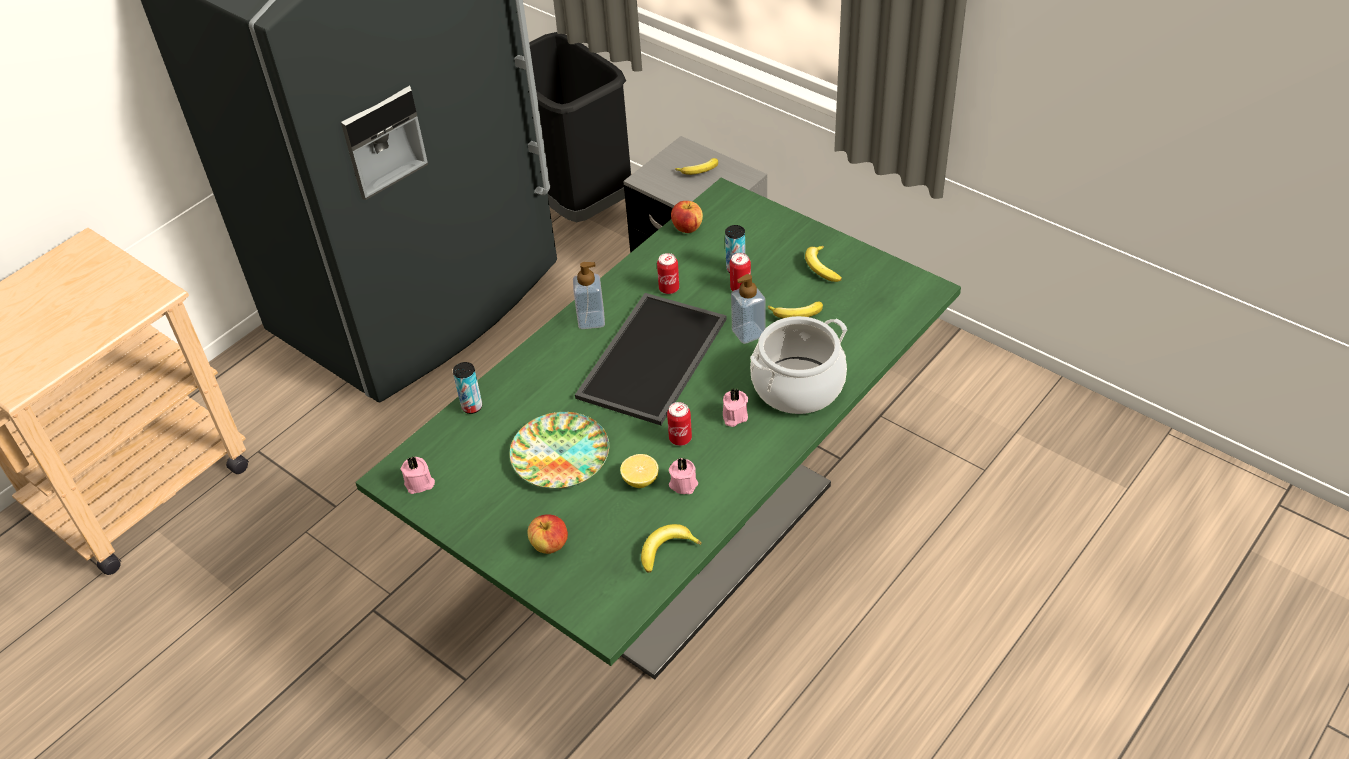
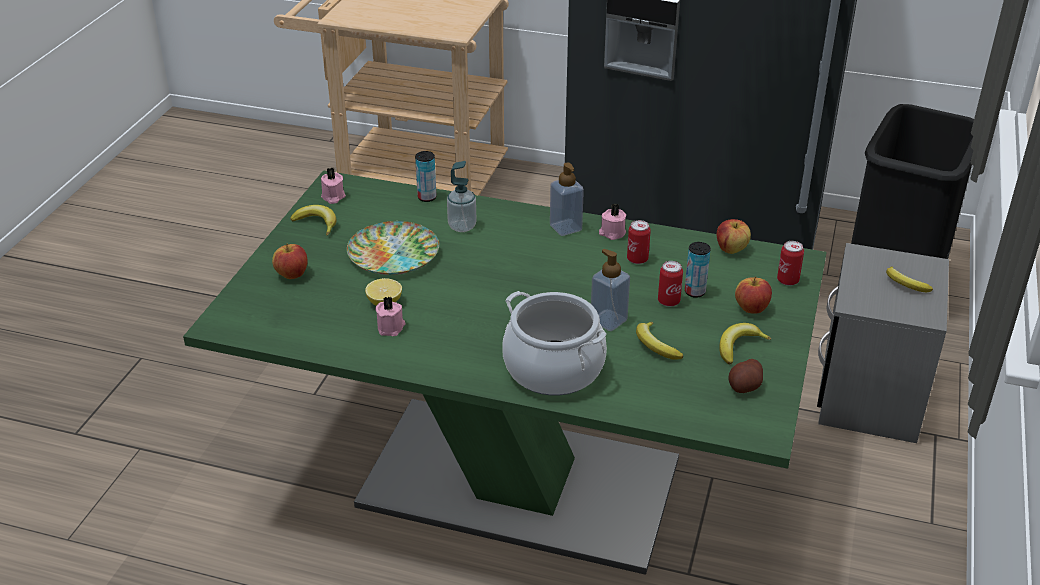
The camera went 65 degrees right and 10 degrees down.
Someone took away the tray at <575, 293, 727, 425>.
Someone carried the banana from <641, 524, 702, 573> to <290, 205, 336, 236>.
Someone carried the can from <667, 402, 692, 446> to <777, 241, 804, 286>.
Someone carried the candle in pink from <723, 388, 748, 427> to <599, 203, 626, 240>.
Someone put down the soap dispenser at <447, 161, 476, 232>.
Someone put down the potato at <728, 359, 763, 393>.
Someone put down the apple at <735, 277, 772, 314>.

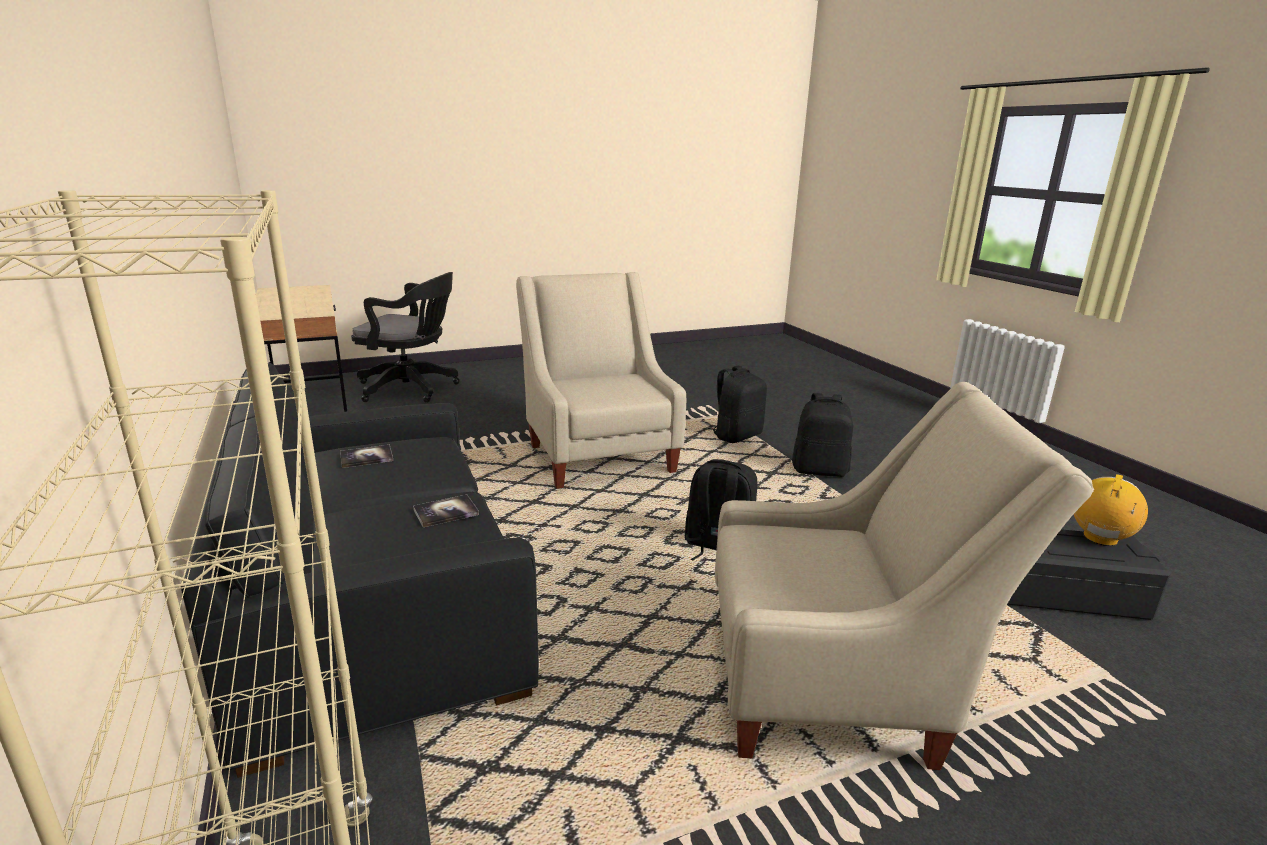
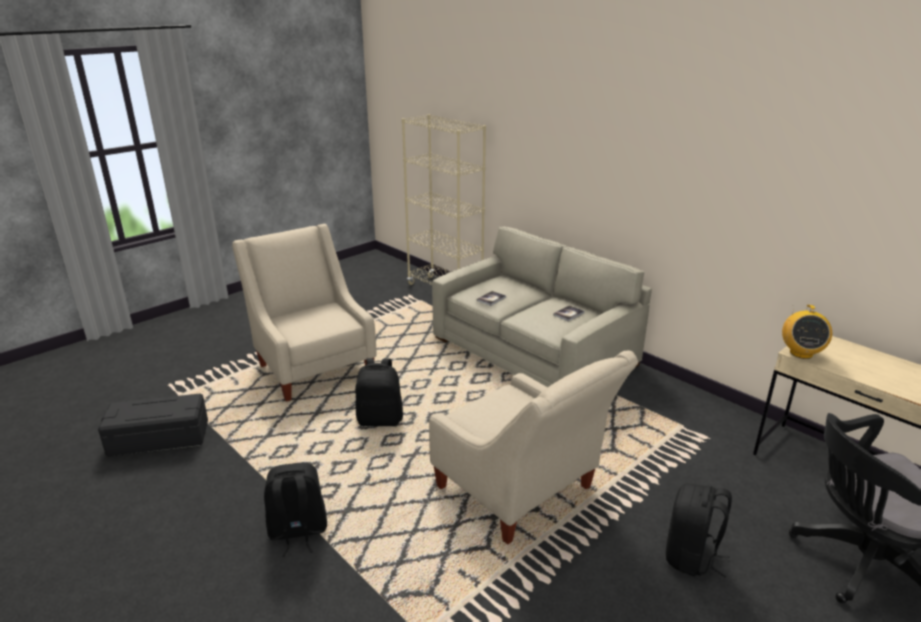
The camera went 160 degrees right and 5 degrees up.
Someone repainted the sofa in black at <181, 362, 539, 778>, which became the sofa in beige at <432, 227, 652, 387>.
Someone carried the backpack in black from <708, 366, 767, 443> to <666, 484, 732, 577>.
Someone rotated the armchair in beige at <715, 382, 1094, 770> by 75 degrees clockwise.
Someone carried the radio from <1074, 474, 1148, 546> to <782, 305, 832, 359>.

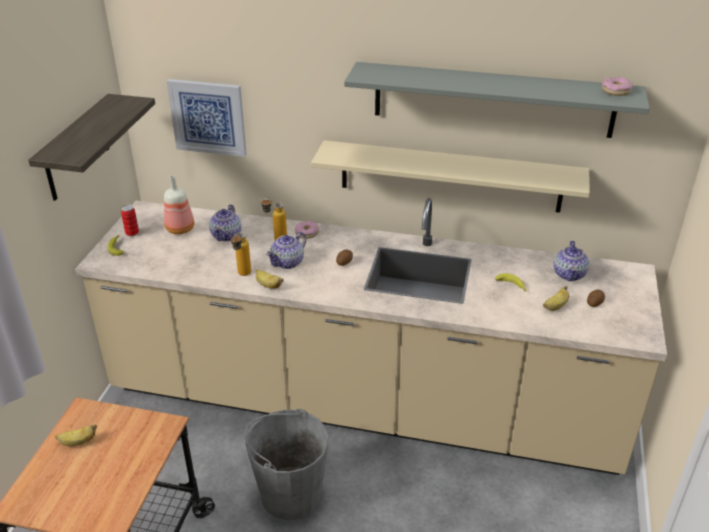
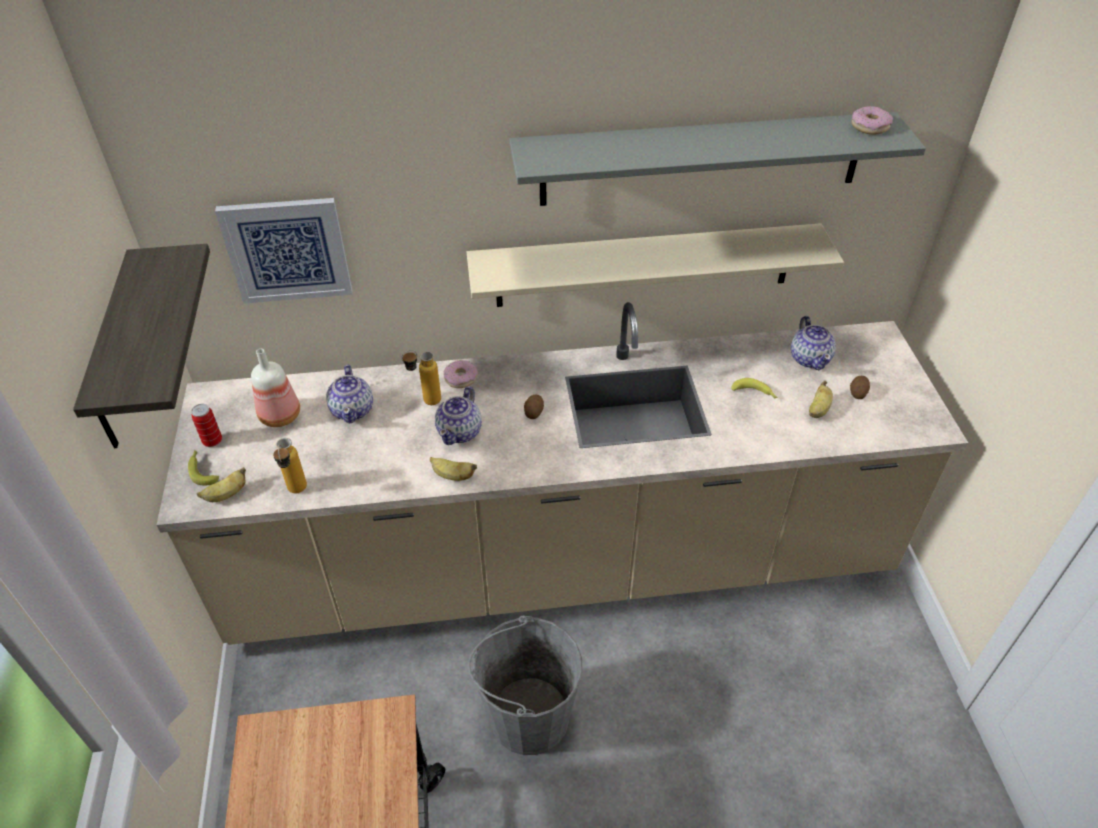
The camera went 20 degrees left and 10 degrees up.
Someone carried the banana from <55, 424, 97, 446> to <197, 467, 246, 502>.
Someone carried the bottle from <231, 232, 251, 276> to <273, 438, 307, 493>.

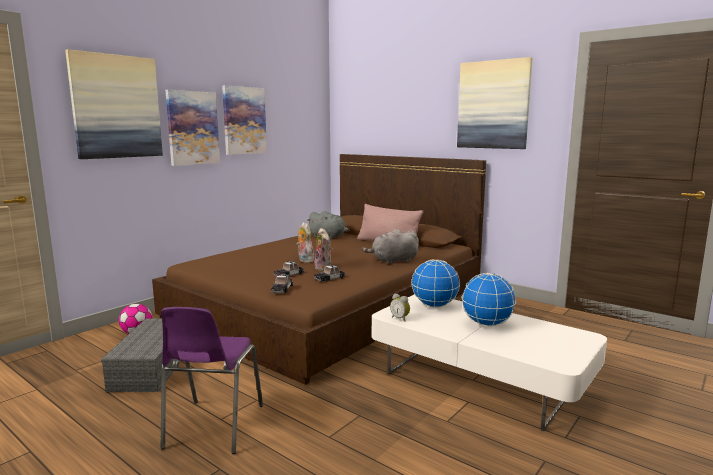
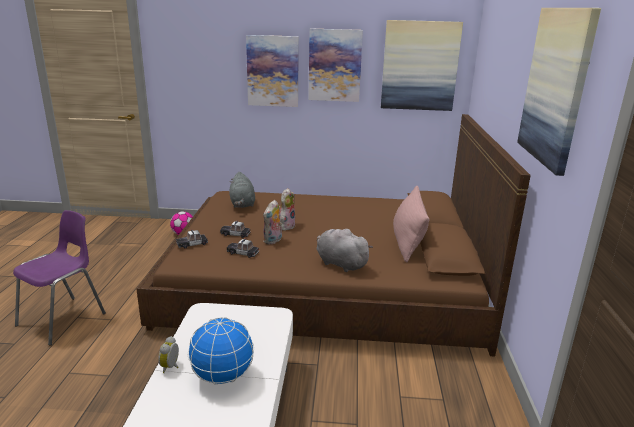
The camera went 55 degrees right and 10 degrees up.
Someone carried the picture from <65, 49, 163, 159> to <381, 20, 463, 111>.
Someone took away the storage box in grey at <101, 318, 181, 392>.
Someone rotated the chair in purple at <161, 307, 263, 454> by 150 degrees clockwise.
Someone carried the plush toy in grey from <307, 211, 350, 239> to <229, 172, 255, 208>.
Someone carried the alarm clock from <390, 294, 410, 322> to <158, 336, 179, 373>.
Someone took away the globe at <411, 259, 460, 307>.

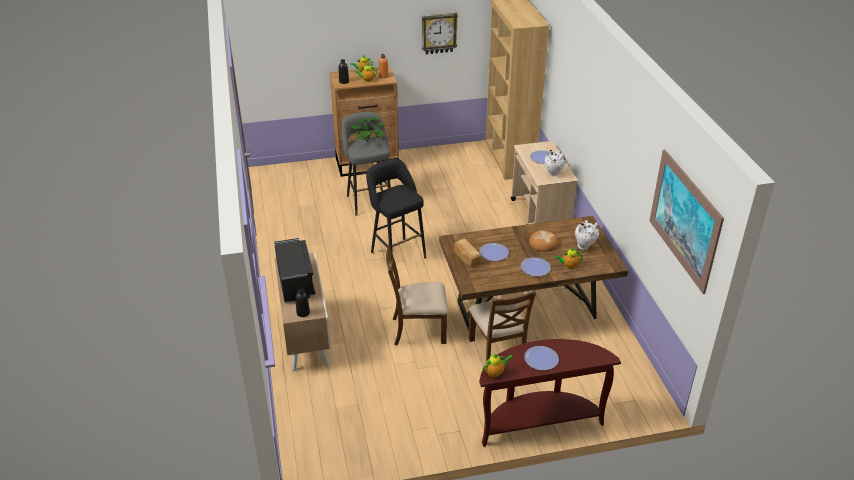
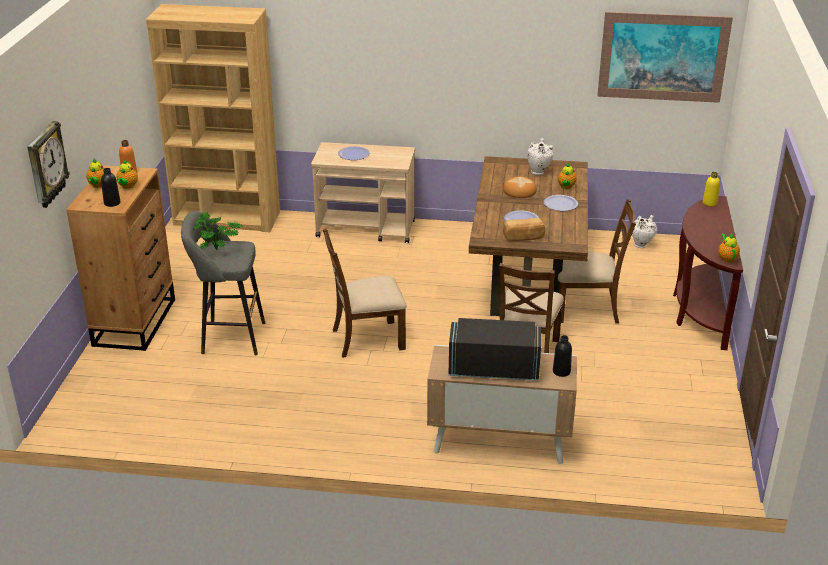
The camera went 70 degrees left and 5 degrees down.
Someone swapped the stool in black at <366, 159, 427, 264> for the chair in brown at <323, 228, 407, 358>.
Someone carried the wall clock from <422, 13, 458, 54> to <27, 121, 70, 208>.
Someone took away the plate at <524, 346, 559, 370>.
Someone carried the vase in white from <545, 150, 566, 176> to <632, 215, 657, 248>.
Someone put down the bottle in yellow at <703, 172, 720, 206>.

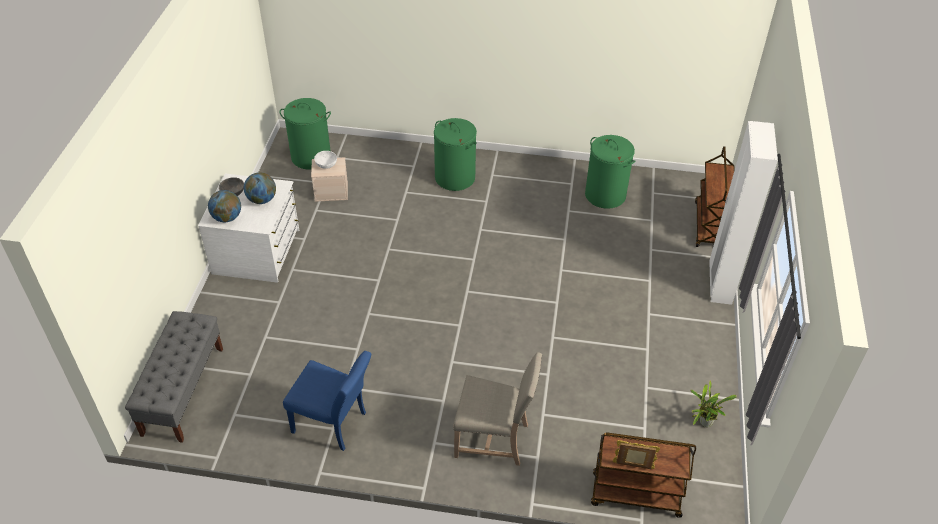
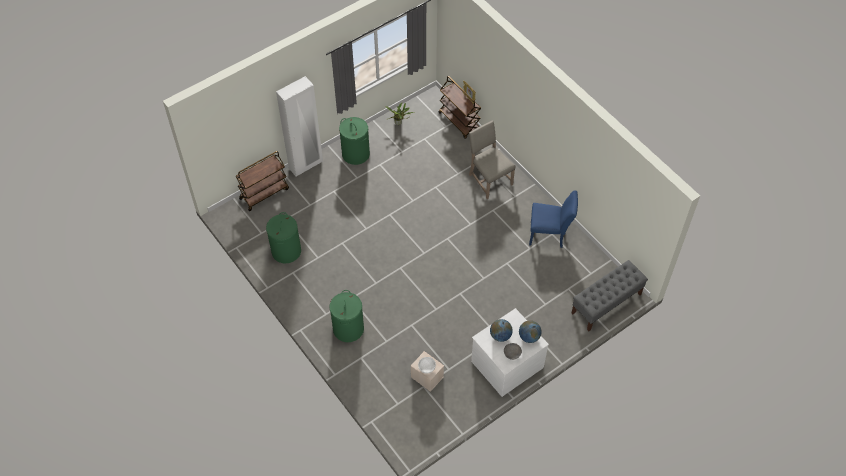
The camera went 135 degrees left and 10 degrees up.
Someone carried the laundry basket in green from <280, 98, 331, 170> to <339, 117, 370, 165>.
Someone rotated the chair in blue at <283, 351, 371, 451> by 120 degrees clockwise.

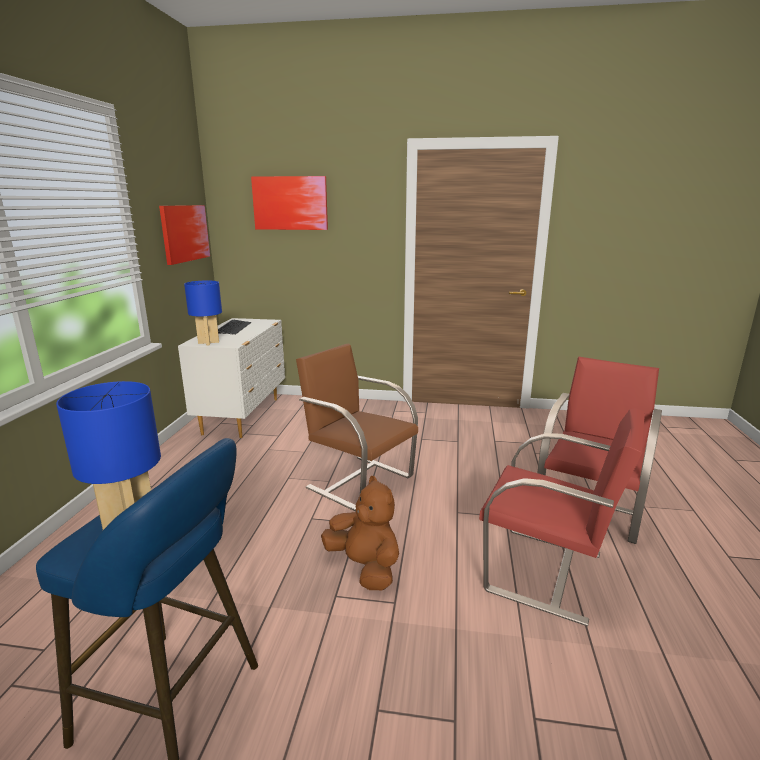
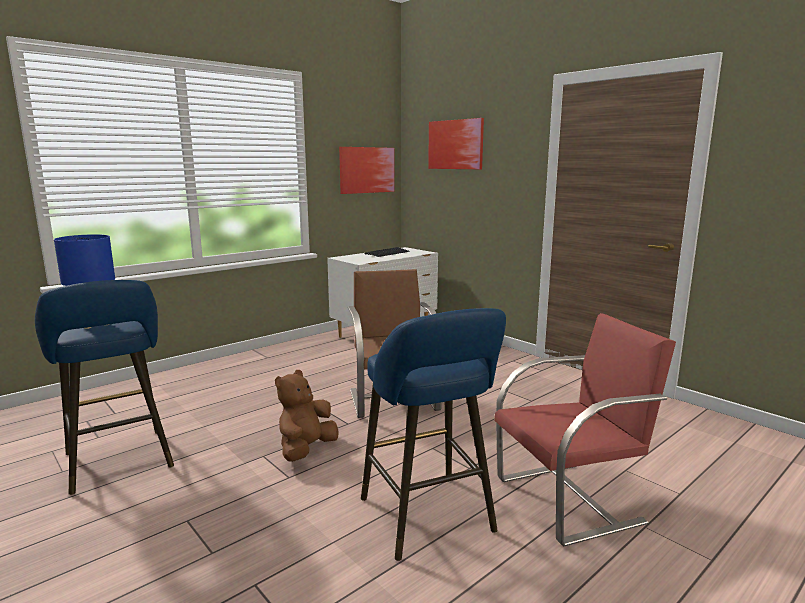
The camera went 40 degrees right and 5 degrees down.
Someone took away the table lamp in blue at <184, 281, 222, 345>.
Someone rotated the plush toy in brown at <321, 476, 399, 590> by 150 degrees counterclockwise.
Someone swapped the chair in red at <479, 408, 645, 626> for the stool in blue at <361, 308, 506, 561>.

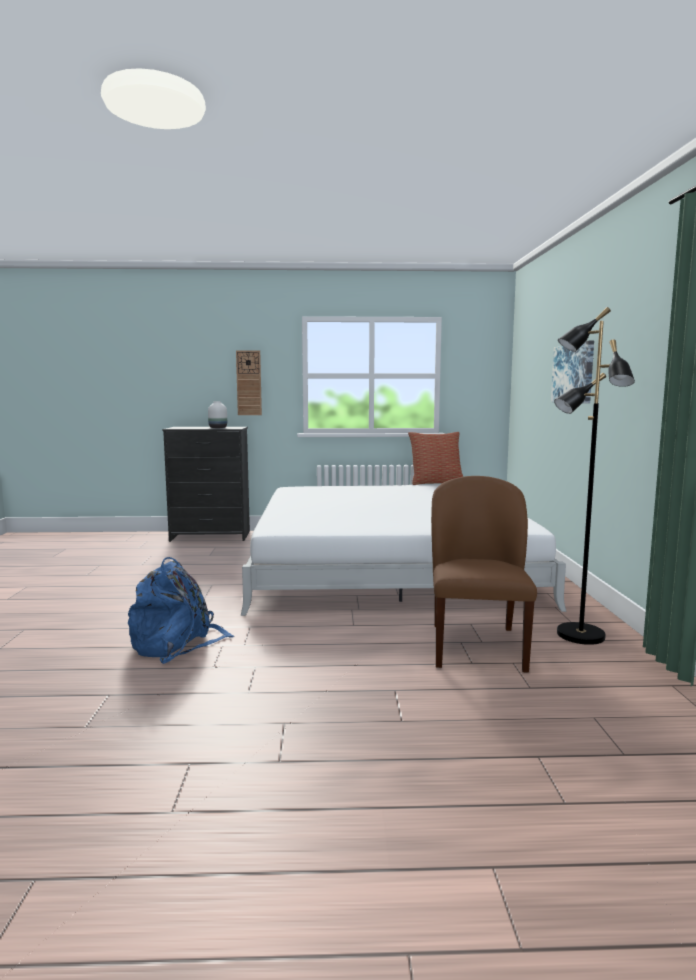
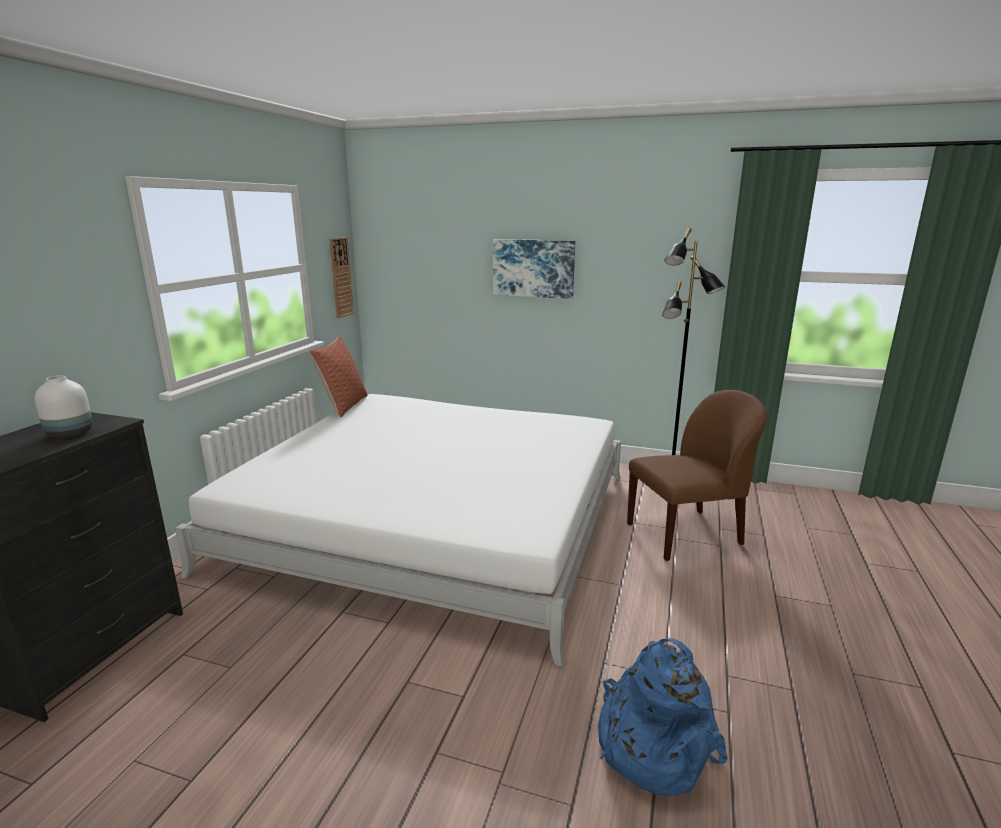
The camera went 70 degrees left and 10 degrees up.
Someone carried the wall clock from <236, 350, 262, 415> to <329, 237, 354, 318>.
Someone rotated the chair in brown at <431, 476, 537, 673> by 135 degrees clockwise.

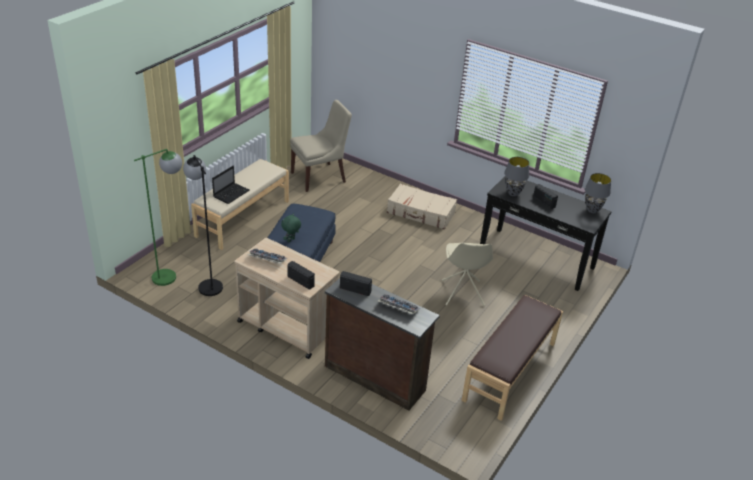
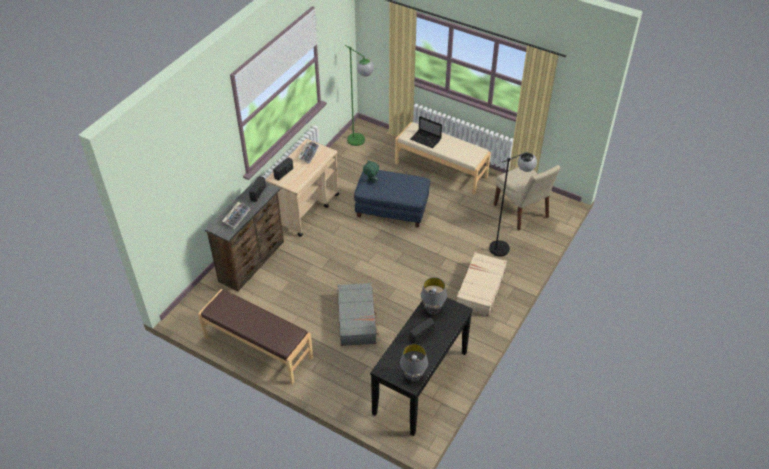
The camera went 90 degrees right and 10 degrees up.
Someone carried the floor lamp in black from <183, 155, 223, 296> to <489, 152, 537, 256>.
Someone swapped the chair in beige at <442, 243, 493, 306> for the suitcase in grey at <337, 283, 379, 346>.

